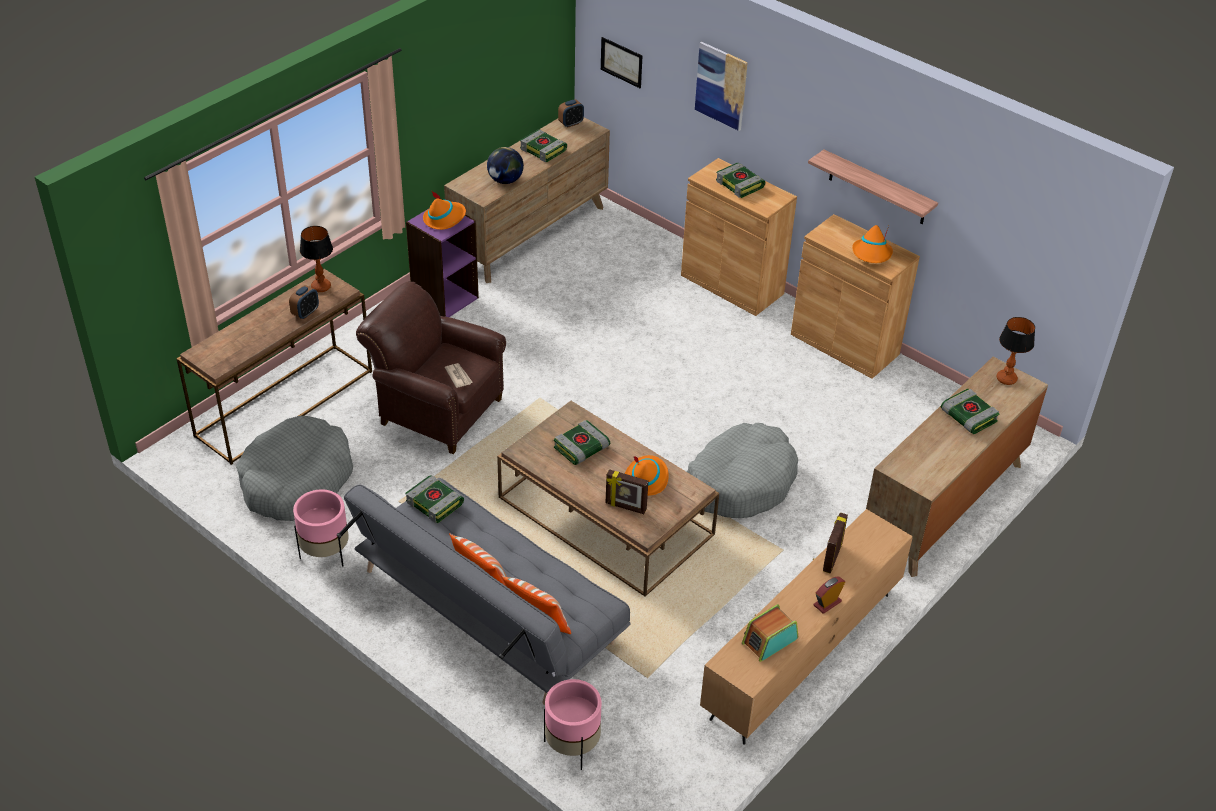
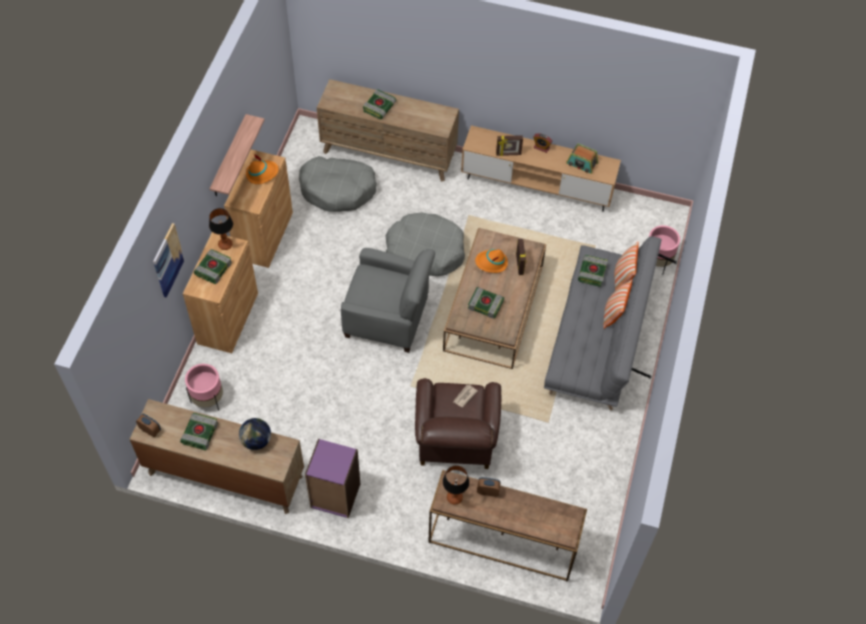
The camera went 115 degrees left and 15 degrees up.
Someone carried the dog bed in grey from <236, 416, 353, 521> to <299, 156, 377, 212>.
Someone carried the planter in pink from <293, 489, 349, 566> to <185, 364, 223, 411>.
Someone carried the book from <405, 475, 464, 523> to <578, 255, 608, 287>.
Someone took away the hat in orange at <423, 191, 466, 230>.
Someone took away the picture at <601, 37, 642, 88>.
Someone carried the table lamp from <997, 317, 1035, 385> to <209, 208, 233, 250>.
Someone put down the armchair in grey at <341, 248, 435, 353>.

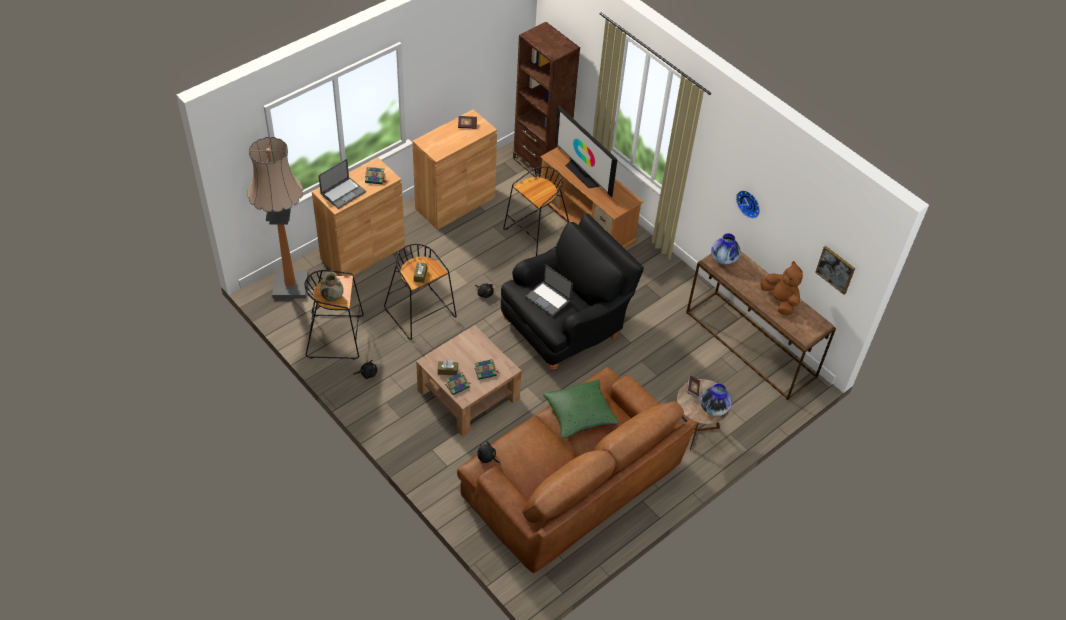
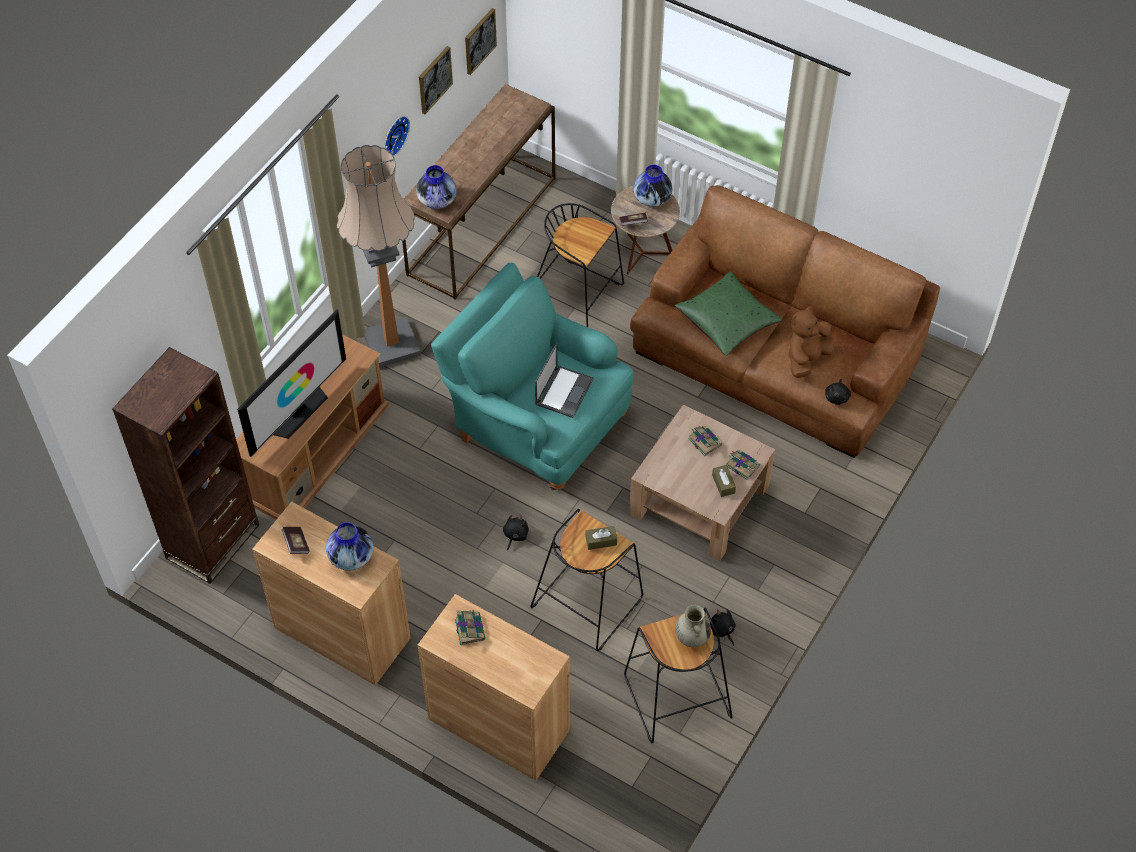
The camera went 105 degrees left and 5 degrees up.
Someone carried the floor lamp from <247, 137, 308, 299> to <336, 145, 421, 368>.
Someone took away the laptop at <318, 159, 366, 209>.
Someone repainted the armchair in black at <501, 214, 644, 371>, which became the armchair in turquoise at <431, 263, 633, 490>.
Someone carried the stool in black from <503, 166, 569, 256> to <537, 203, 624, 327>.
Someone carried the plush toy in brown from <760, 261, 803, 315> to <789, 306, 834, 378>.
Someone put down the vase at <326, 522, 373, 571>.
Someone put up the picture at <419, 46, 453, 114>.

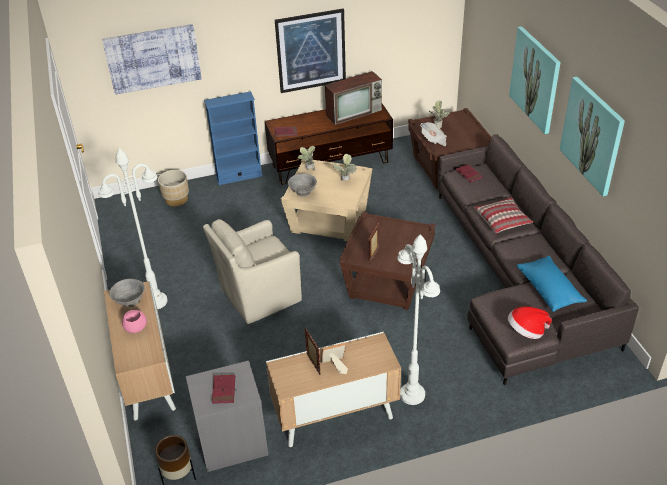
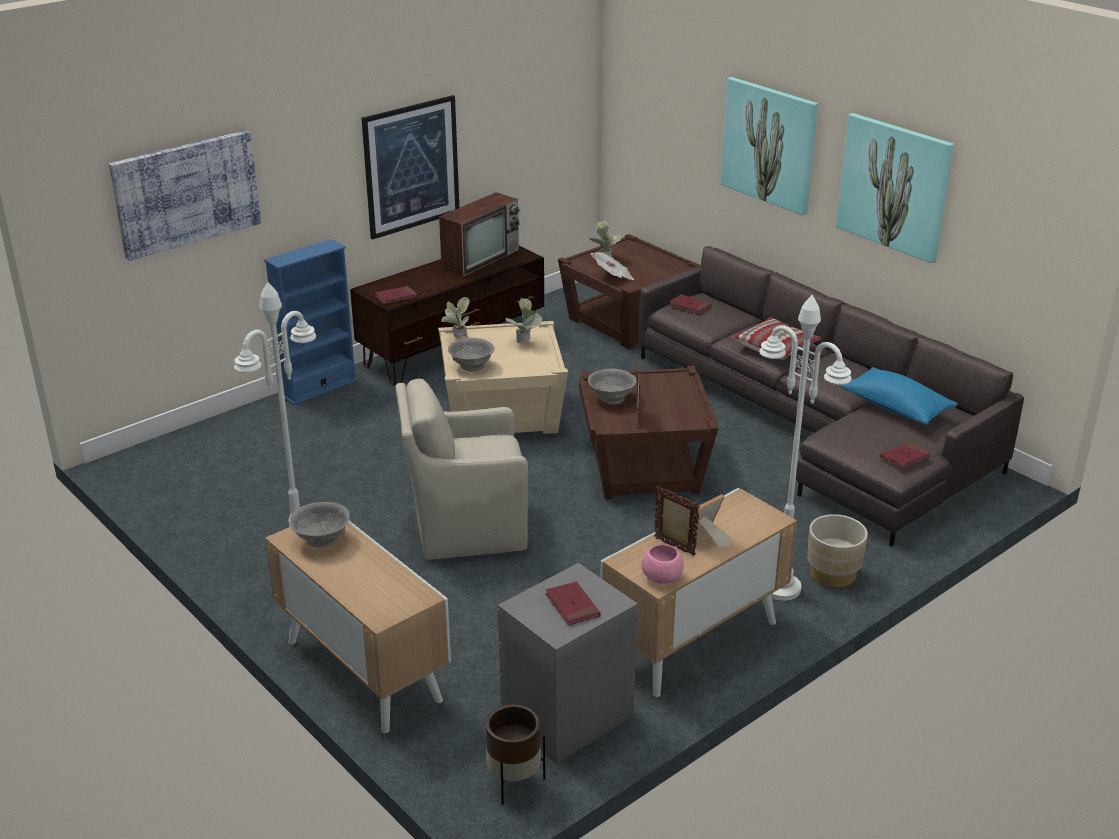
The camera went 25 degrees left and 10 degrees down.
Someone carried the bowl in pink from <122, 310, 147, 333> to <641, 544, 684, 584>.
Someone carried the planter in beige from <158, 170, 189, 206> to <807, 514, 868, 588>.
Someone rotated the armchair in beige at <203, 219, 302, 324> by 45 degrees clockwise.
Someone swapped the hat at <508, 306, 552, 339> for the book in red at <880, 442, 931, 469>.
Someone put down the bowl in grey at <588, 368, 637, 405>.

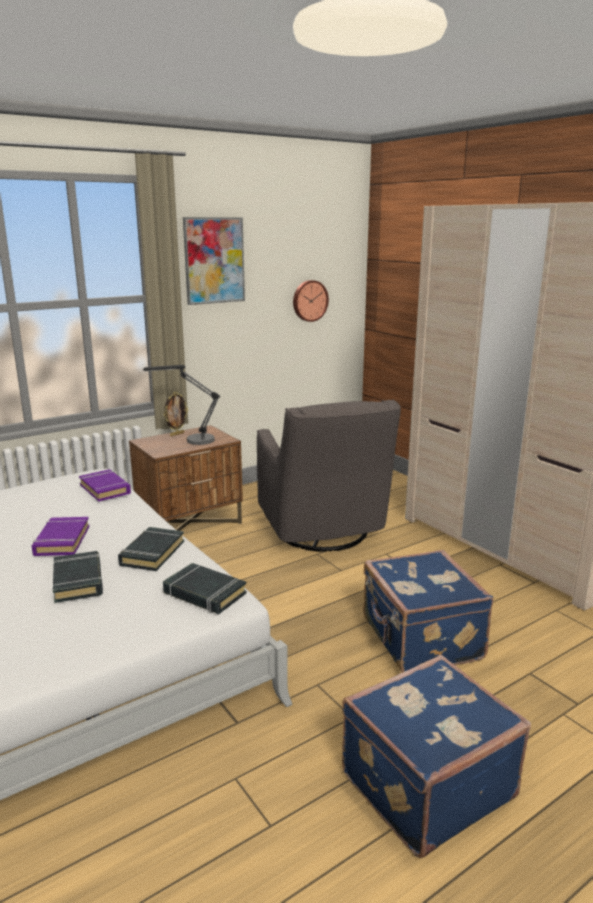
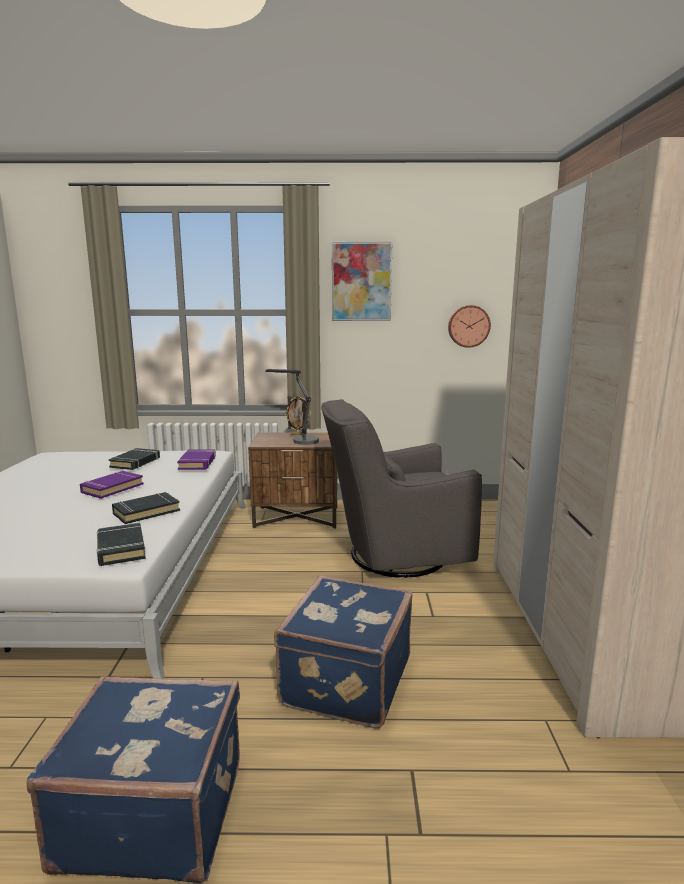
The camera went 35 degrees right and 5 degrees down.
Someone carried the book in black from <53, 551, 103, 603> to <108, 448, 160, 470>.
Someone rotated the armchair in grey at <257, 400, 401, 552> by 60 degrees clockwise.

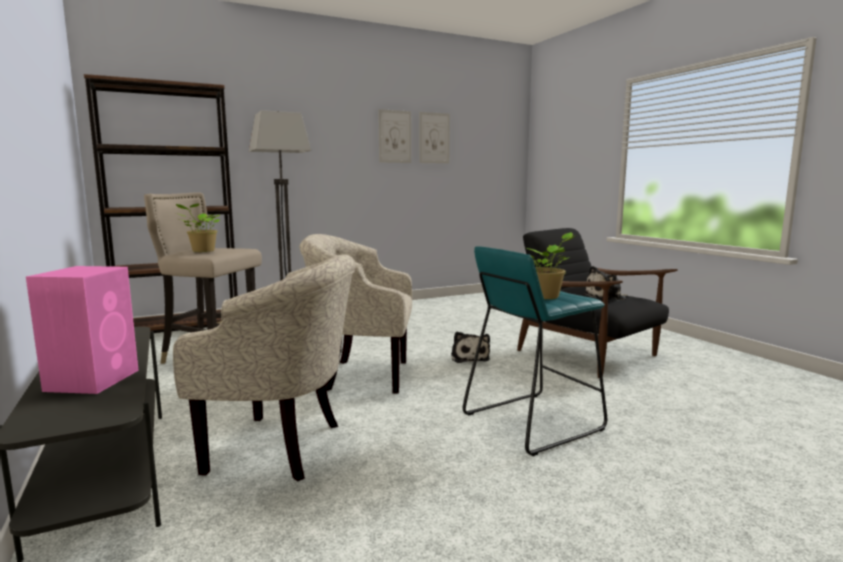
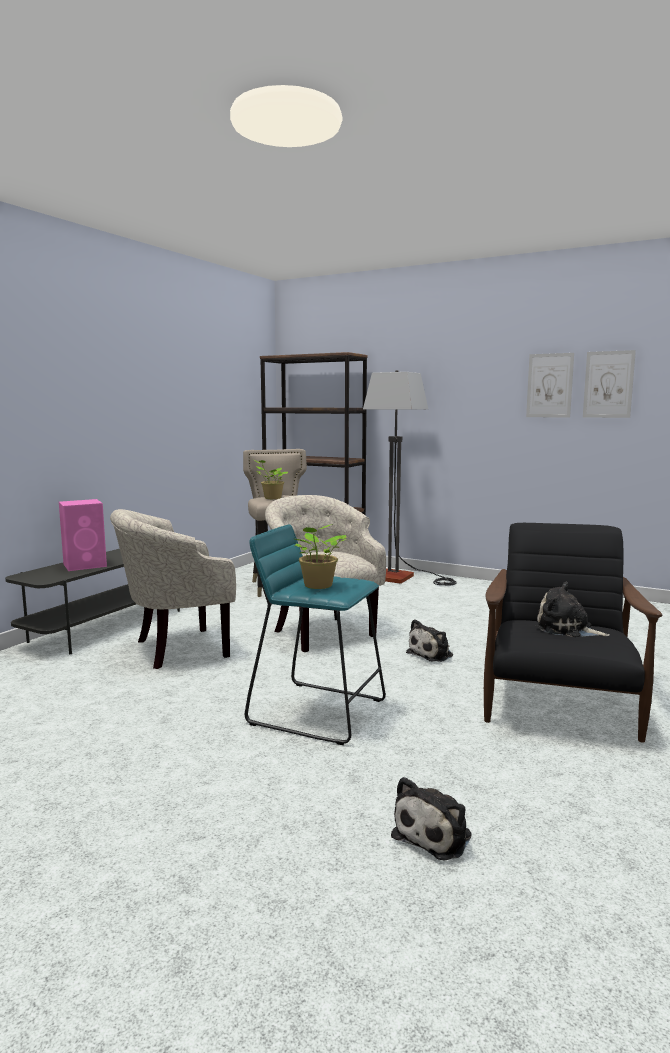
The camera went 55 degrees right and 0 degrees up.
Someone rotated the armchair in beige at <173, 254, 356, 482> by 90 degrees clockwise.
Someone put down the plush toy at <391, 777, 472, 861>.

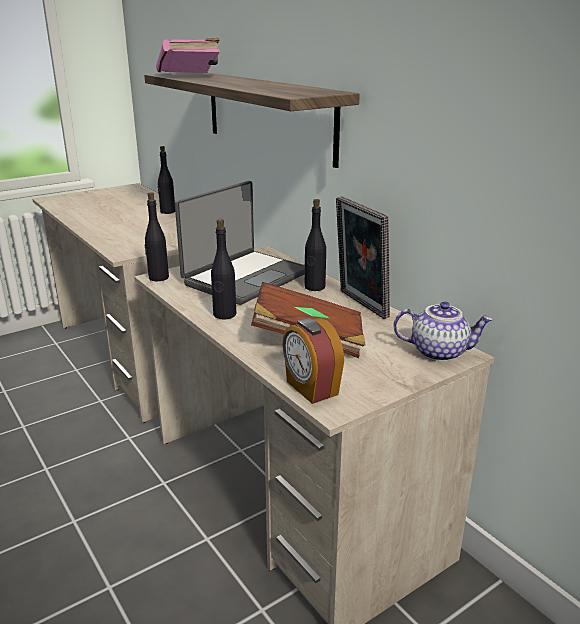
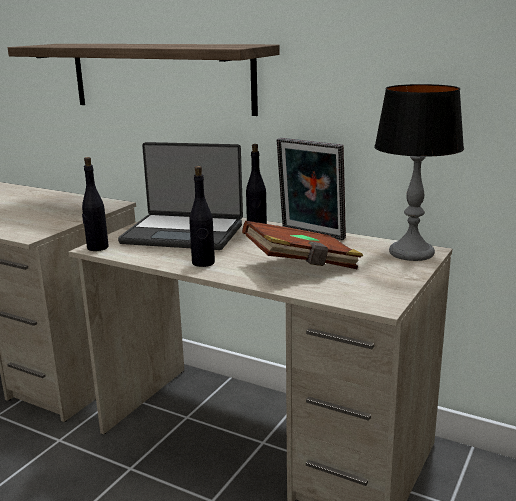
The camera went 25 degrees left and 5 degrees down.
Someone took away the book in pink at <156, 38, 220, 73>.
Someone took away the bottle in black at <157, 146, 175, 214>.
Someone rotated the laptop at <175, 181, 305, 305> by 90 degrees clockwise.
Someone took away the alarm clock at <282, 318, 344, 404>.
Someone swapped the teapot at <393, 301, 493, 362> for the table lamp at <374, 84, 464, 261>.

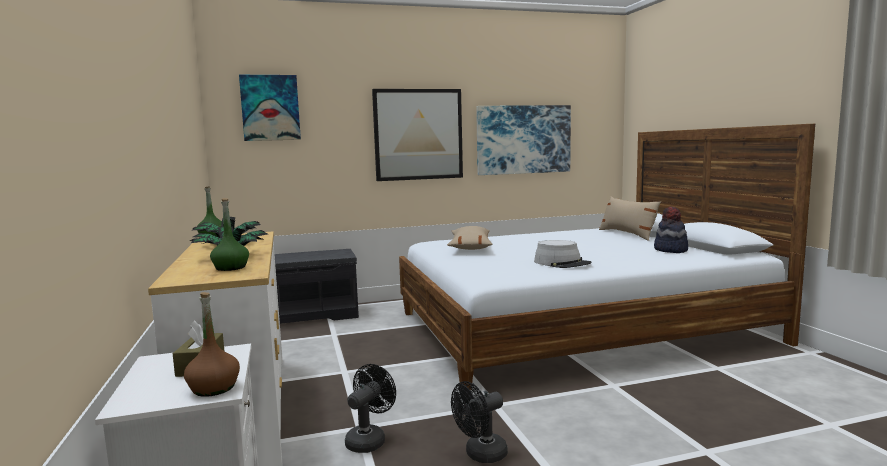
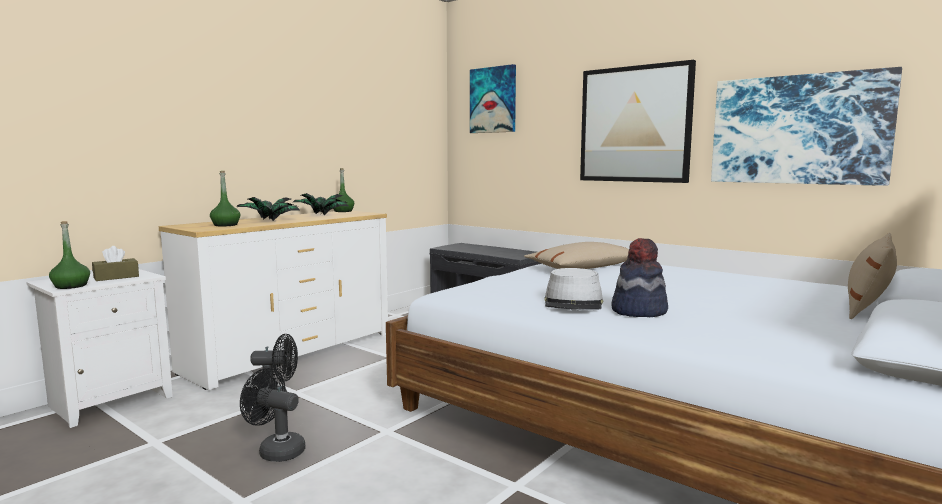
The camera went 55 degrees right and 0 degrees up.
Someone repainted the bottle in brown at <184, 292, 240, 397>, which became the bottle in green at <49, 221, 90, 289>.
Someone carried the hat from <654, 207, 688, 253> to <611, 238, 668, 317>.

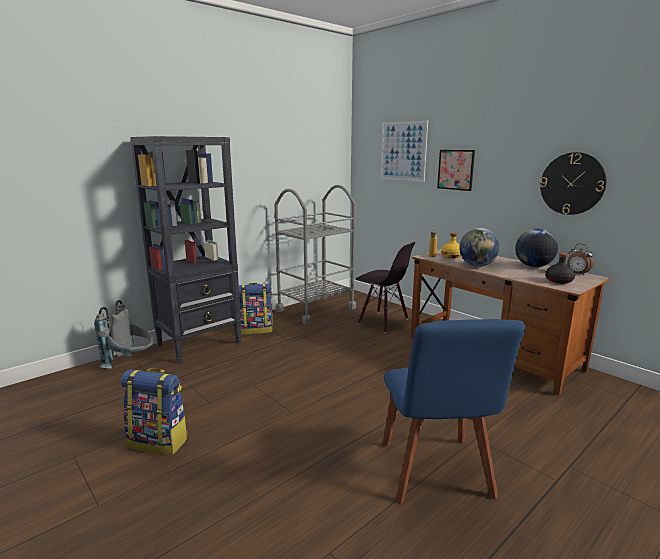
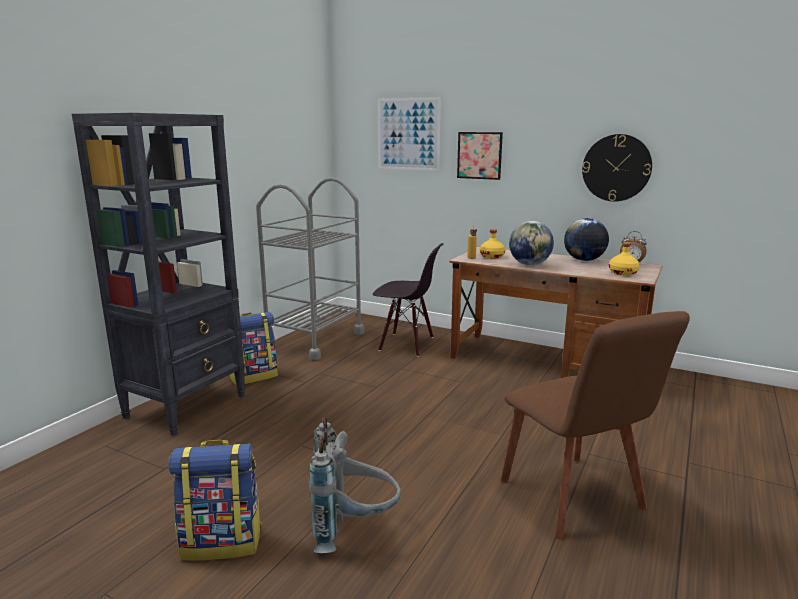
The camera went 20 degrees left and 0 degrees up.
Someone carried the backpack in grey from <94, 300, 153, 369> to <309, 417, 401, 553>.
Someone repainted the chair in blue at <383, 319, 525, 504>, which became the chair in brown at <501, 311, 690, 540>.
Someone repainted the bottle in black at <545, 253, 575, 284>, which became the bottle in yellow at <609, 242, 640, 275>.

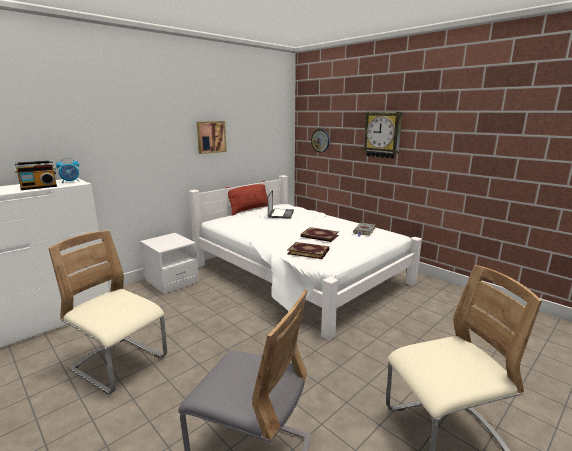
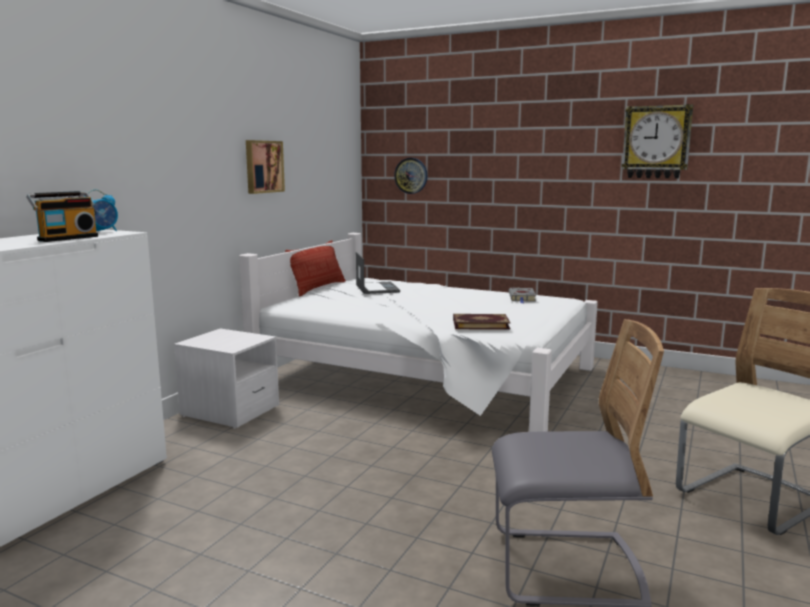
The camera went 20 degrees left and 5 degrees down.
Someone took away the chair in beige at <48, 230, 167, 394>.
Someone took away the book at <301, 227, 339, 242>.
Someone carried the wall clock from <363, 112, 403, 159> to <622, 104, 693, 179>.

